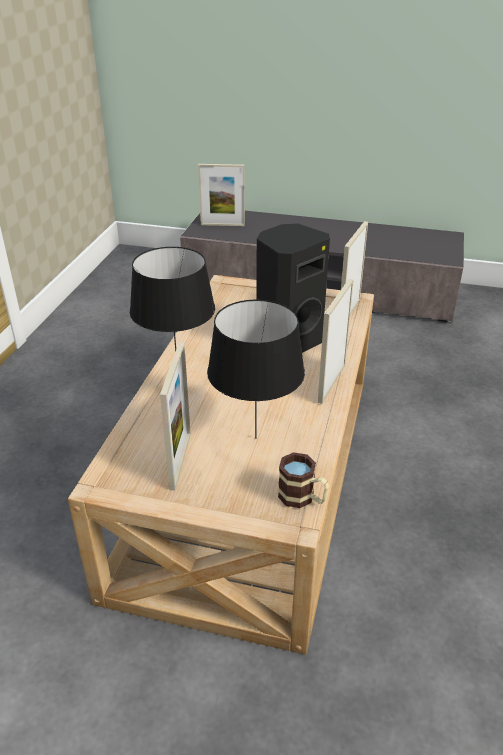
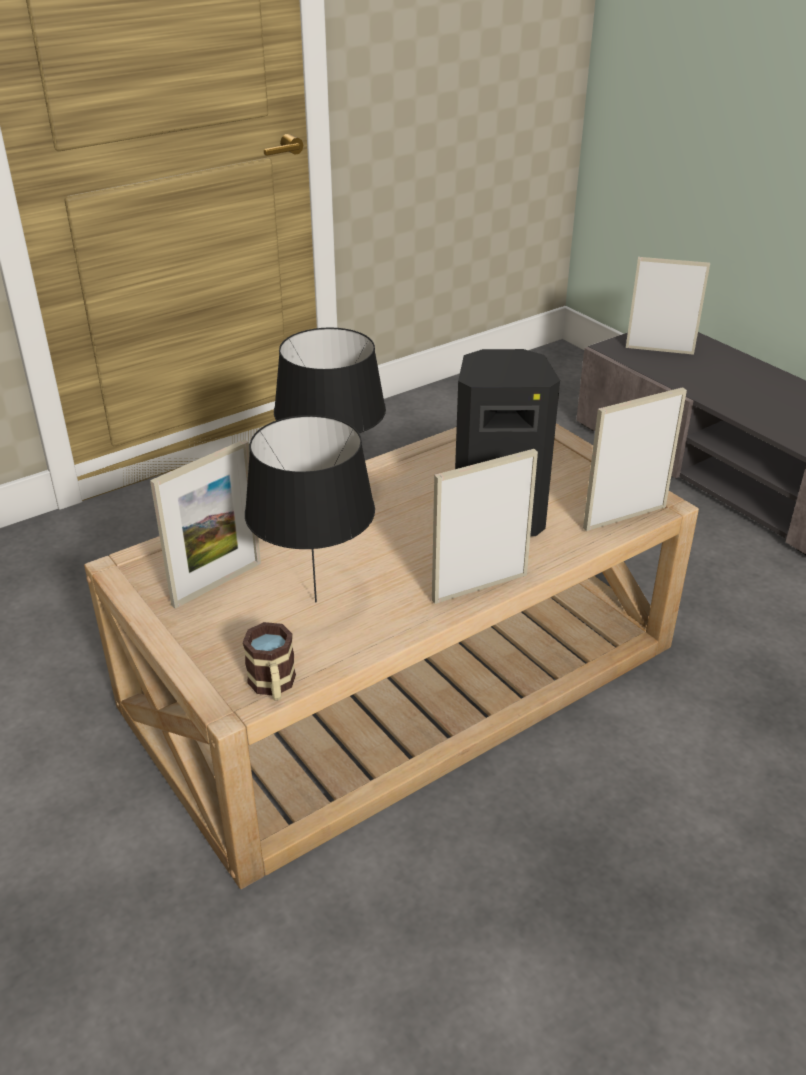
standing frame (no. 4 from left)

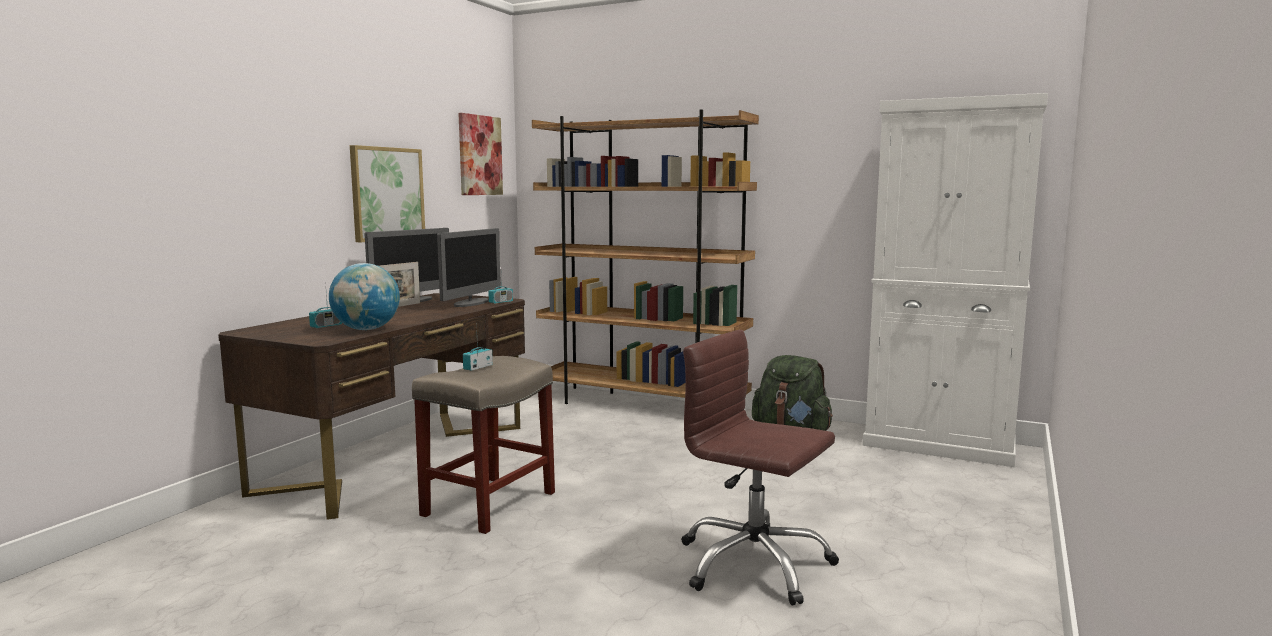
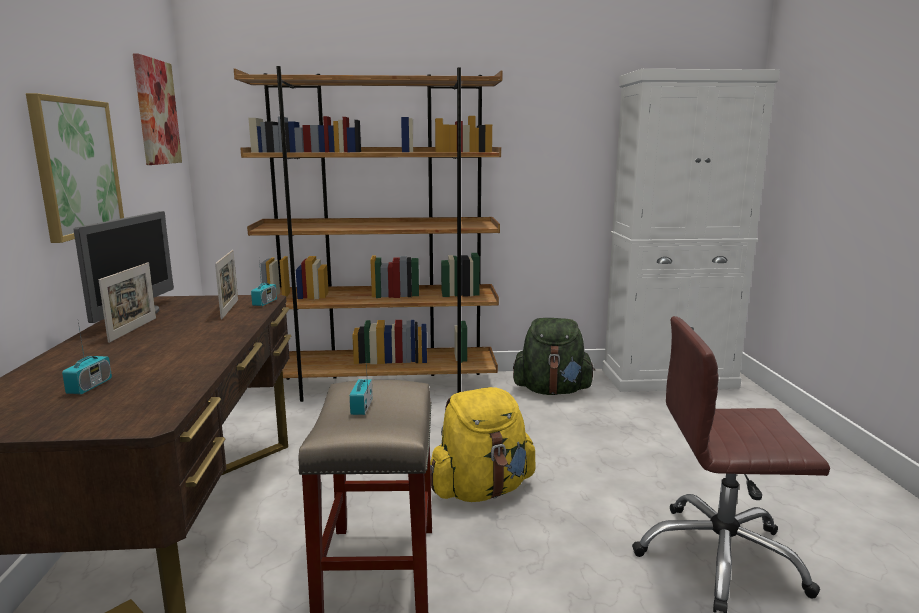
world globe
yellow-coloured backpack
standing frame (no. 2 from left)

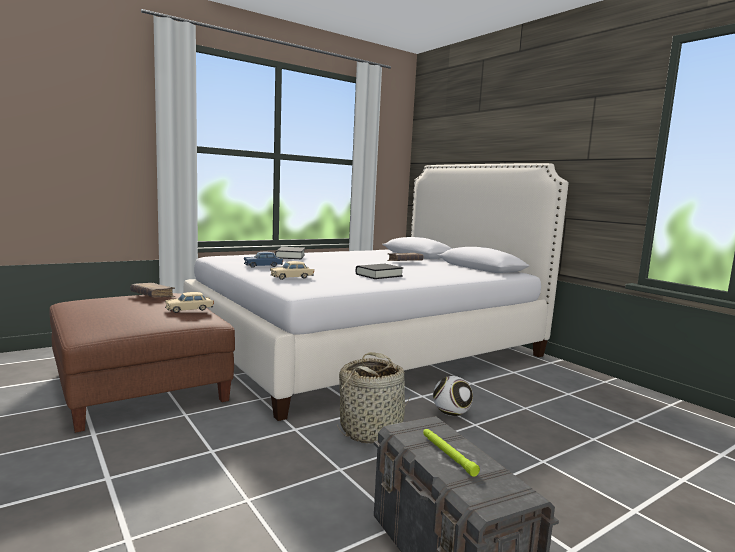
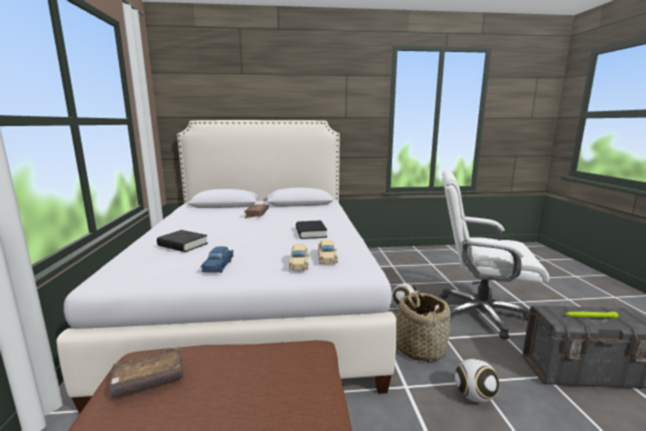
white-coloured desk chair
football (no. 2 from left)
sand-coloured toy car (no. 2 from left)

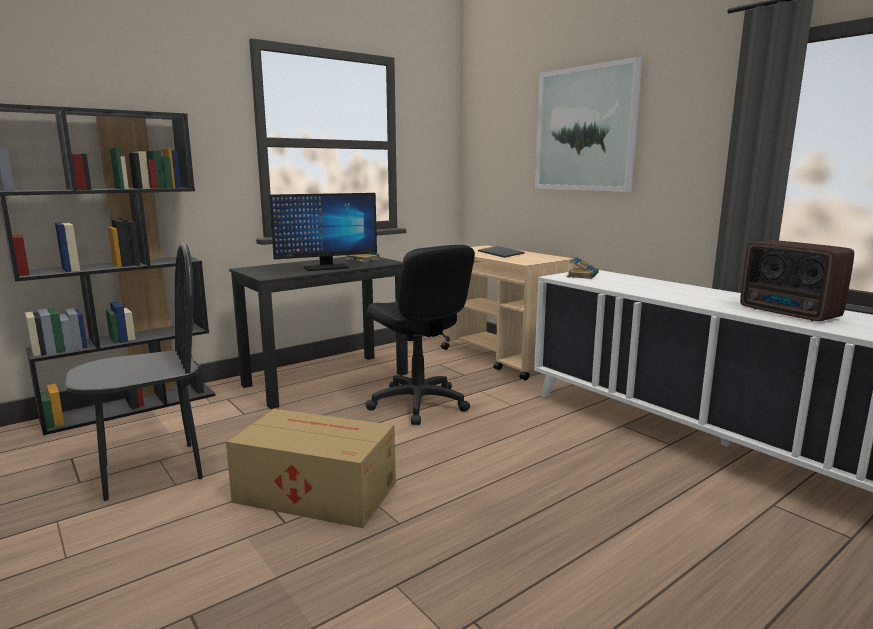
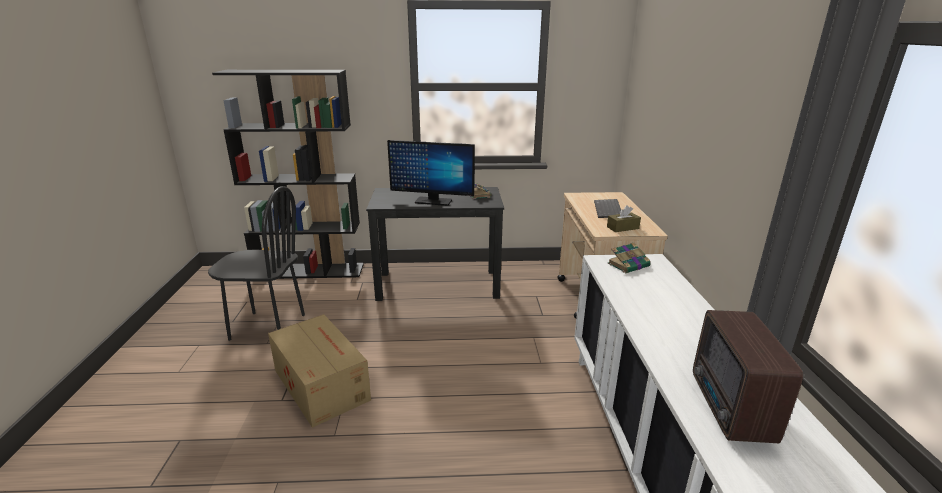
black desk chair
wall picture
brown-coloured tissue box

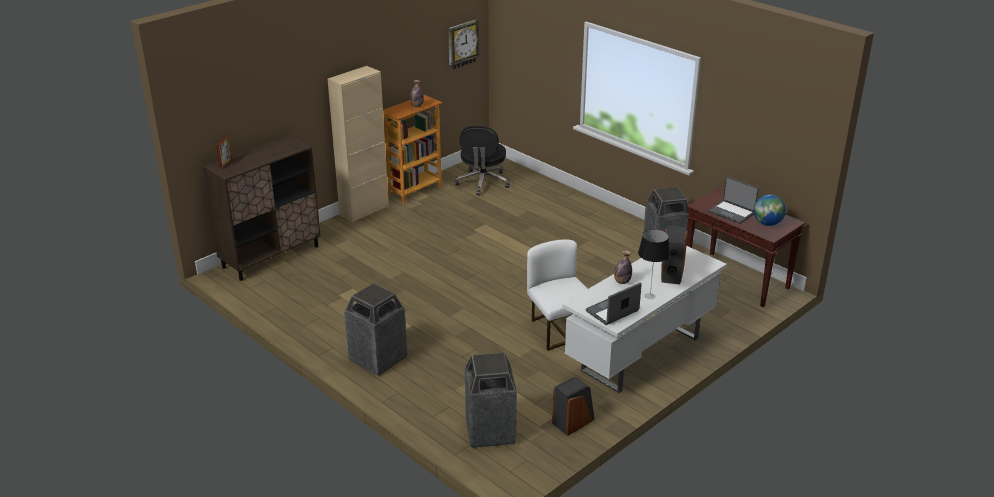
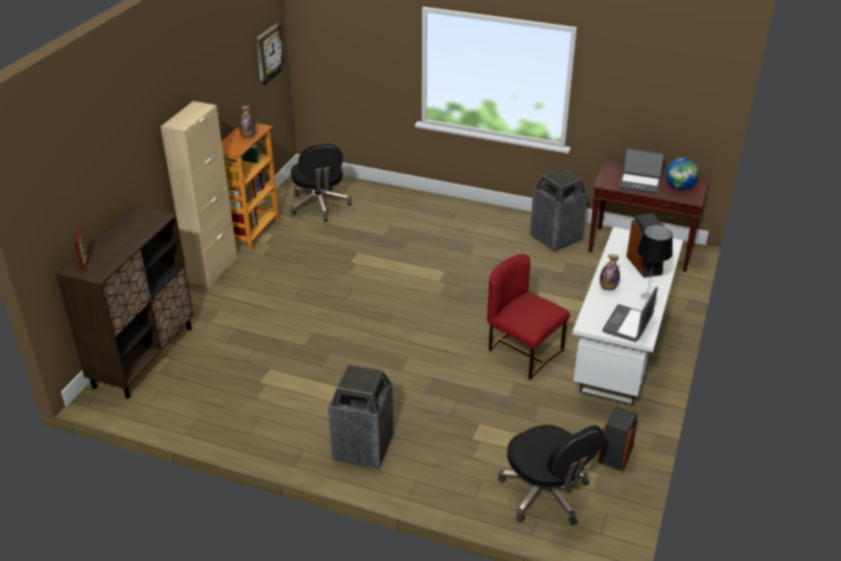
black desk chair (no. 2 from left)
reddish plain chair

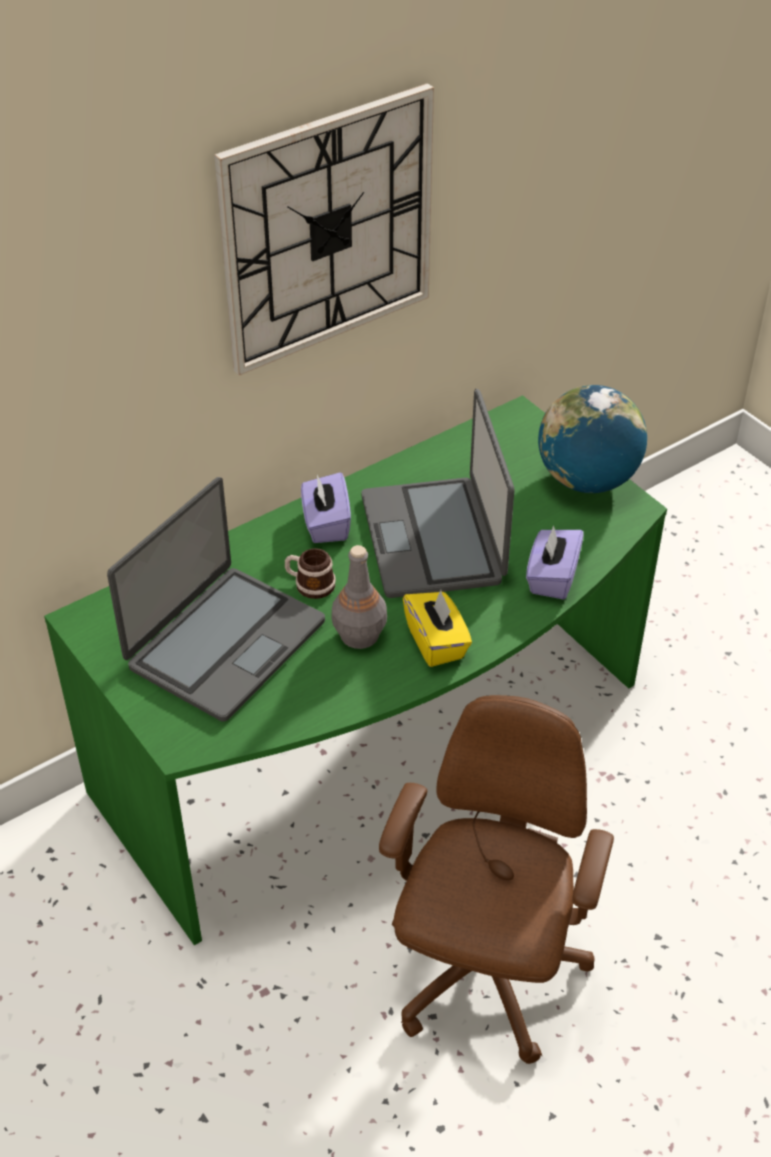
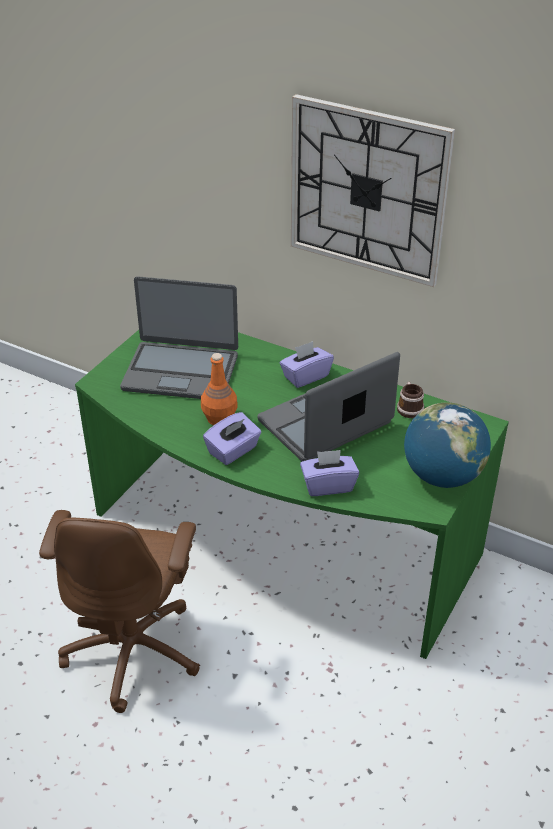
coffee mug
orange-coloured drink bottle
purple tissue box (no. 1 from left)
brown-coloured desk chair

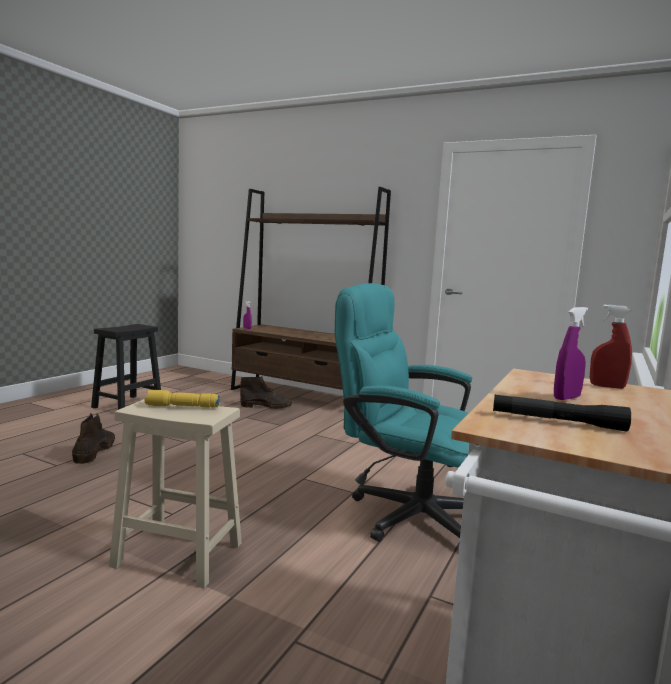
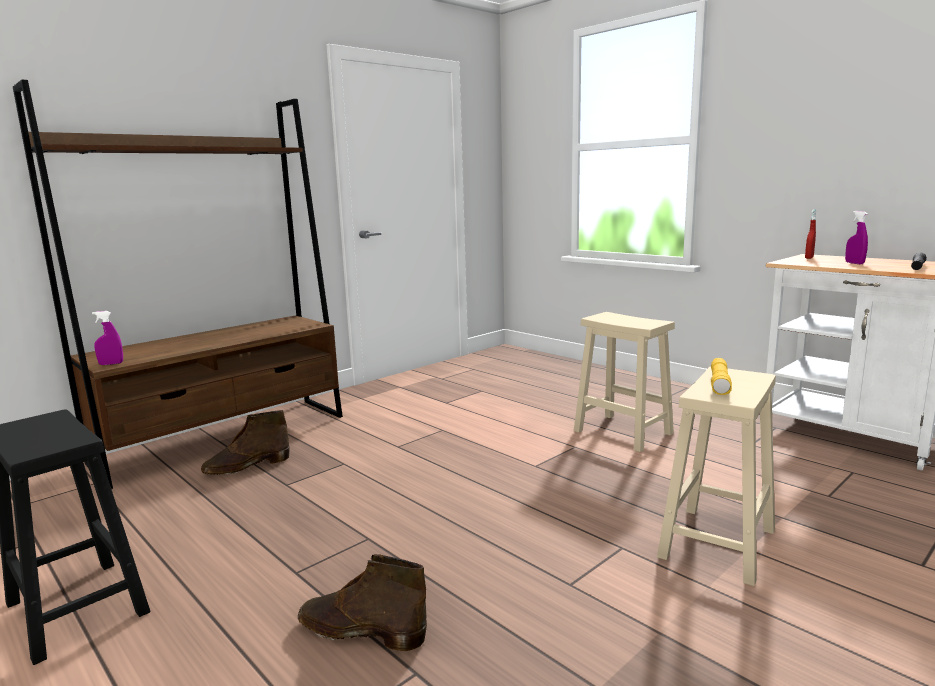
sand-coloured stool (no. 1 from left)
brown-coloured boot (no. 1 from left)

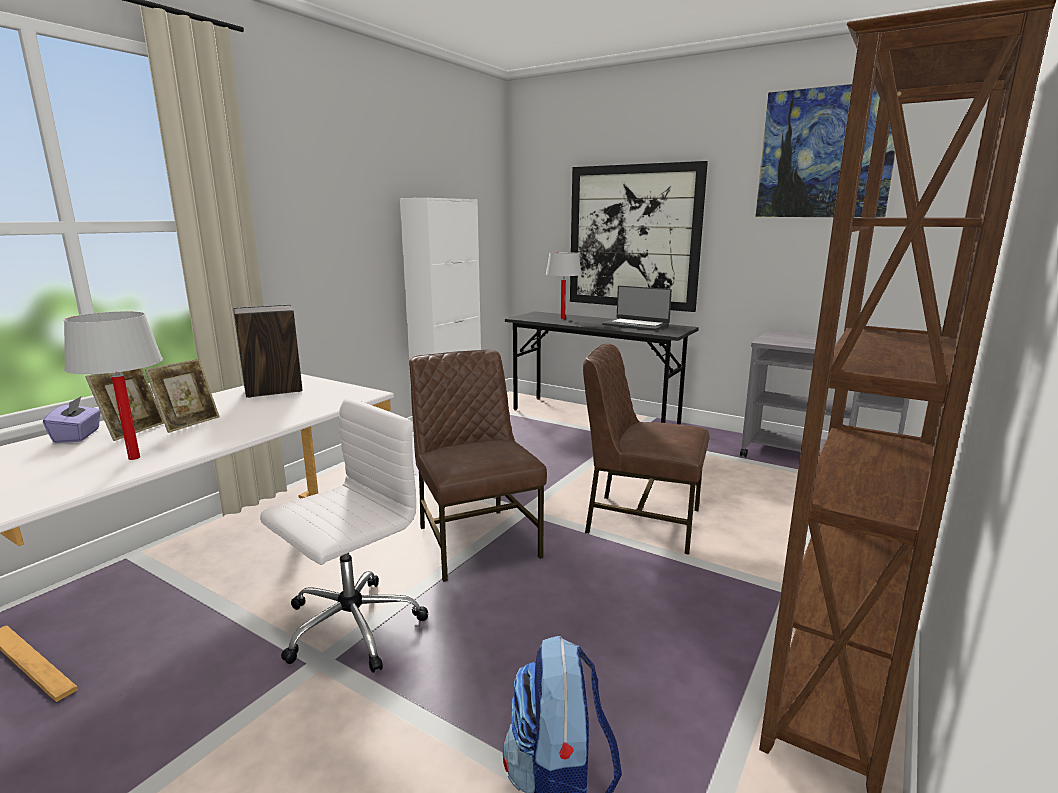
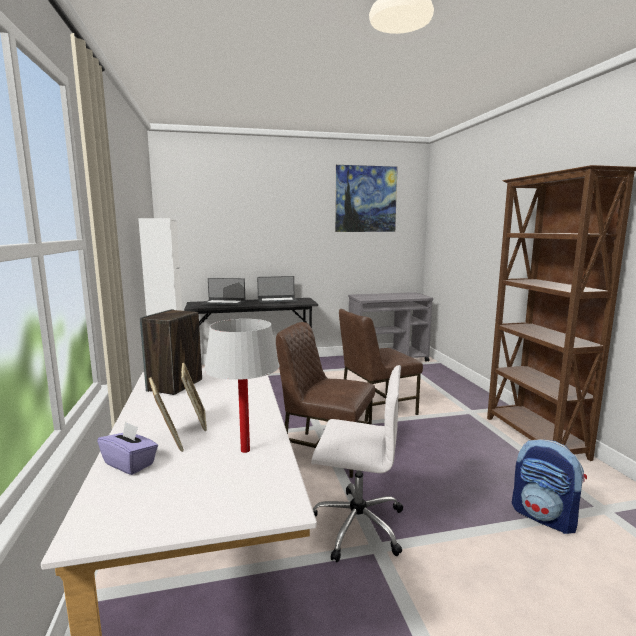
wall picture (no. 1 from left in the first image)
laptop (no. 1 from left)
white-coloured desk chair

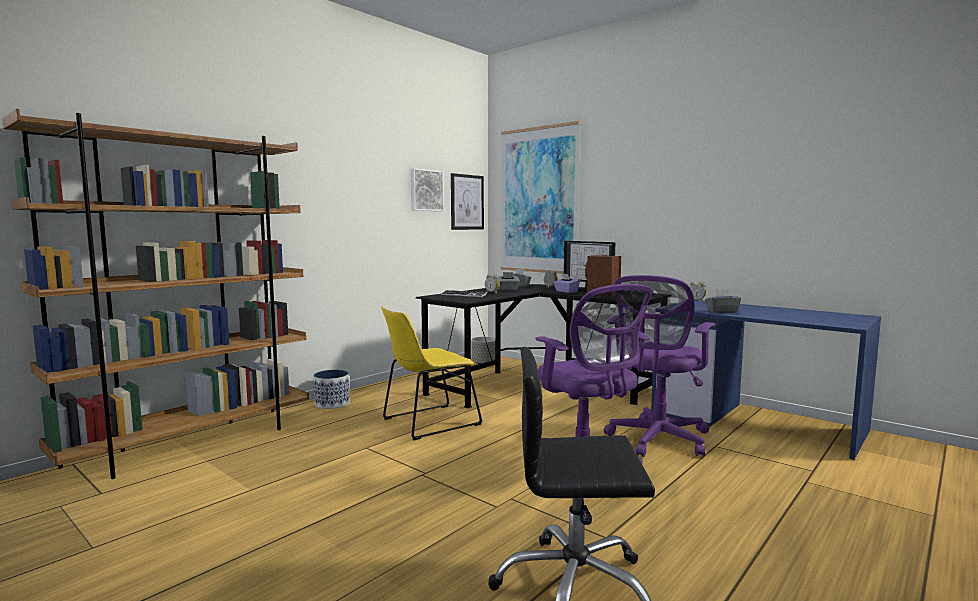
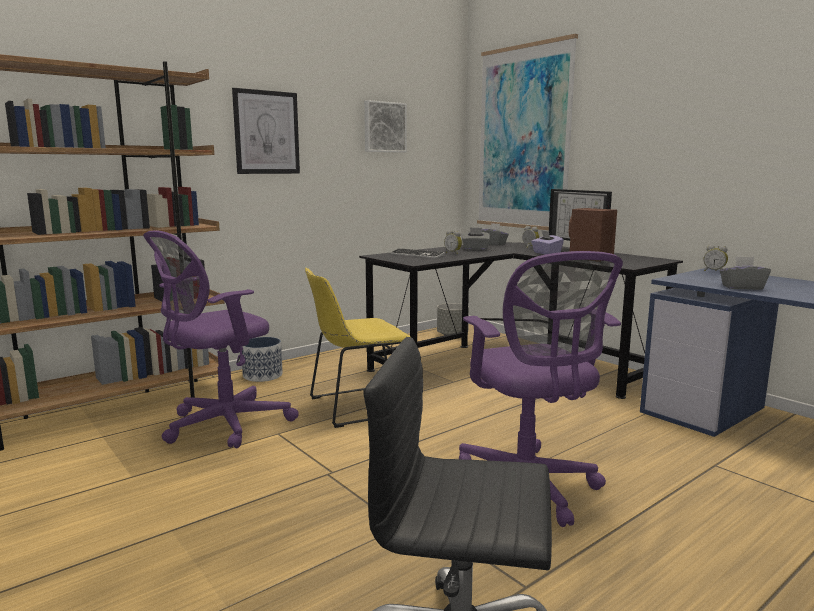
wall picture (no. 1 from left)
purple desk chair (no. 1 from left)

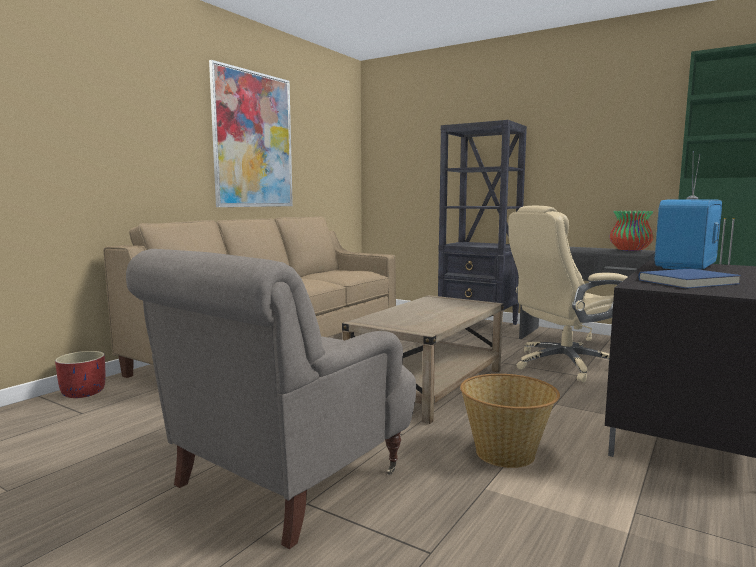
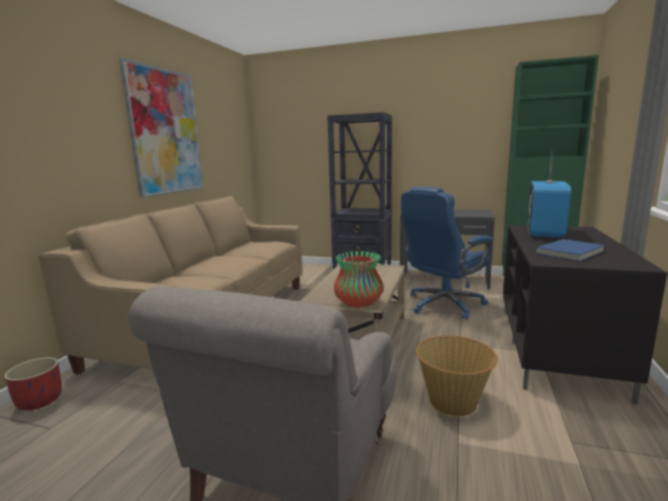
vase
blue desk chair

